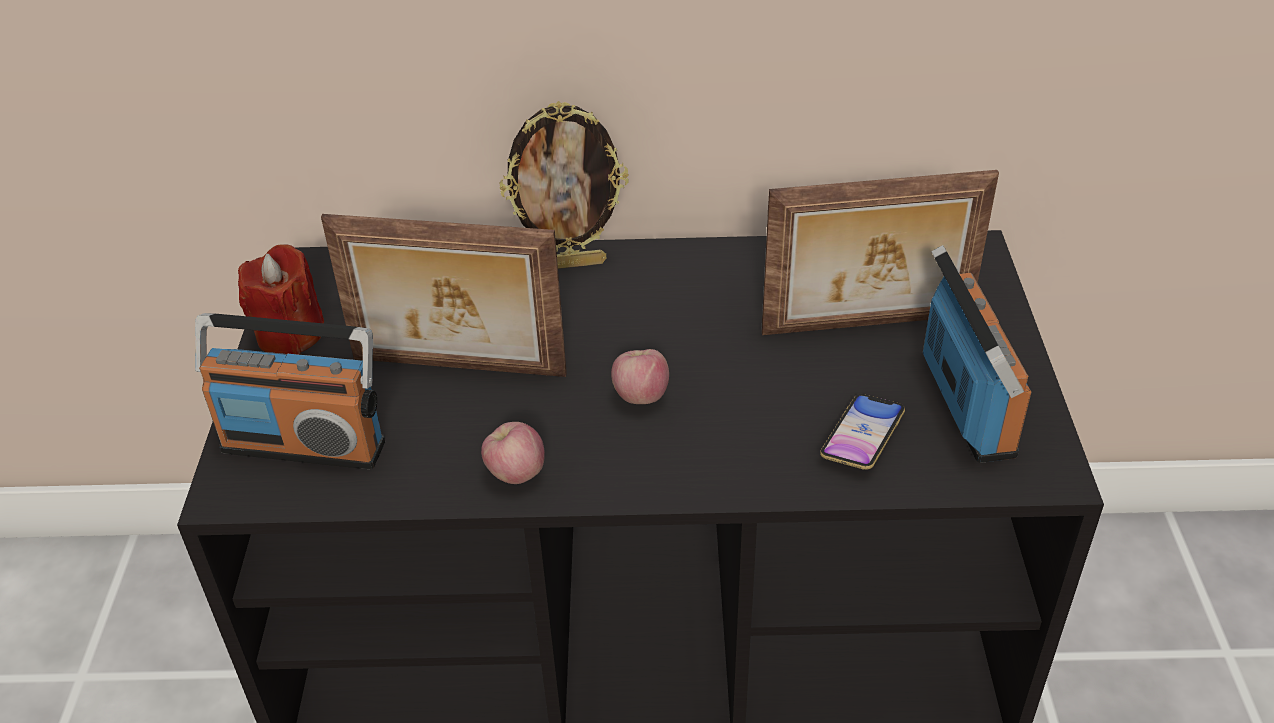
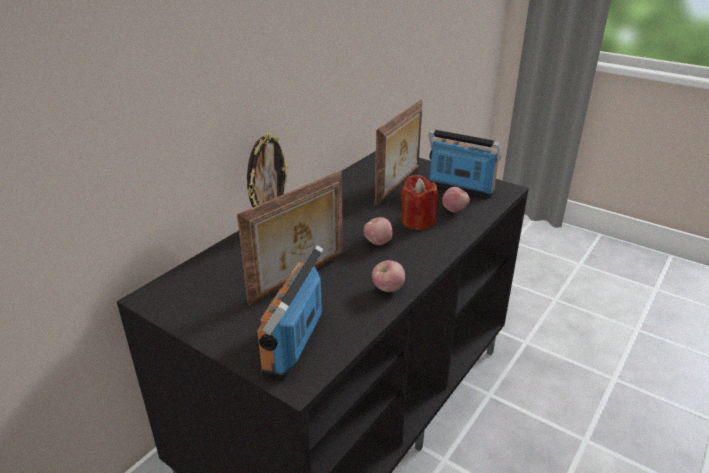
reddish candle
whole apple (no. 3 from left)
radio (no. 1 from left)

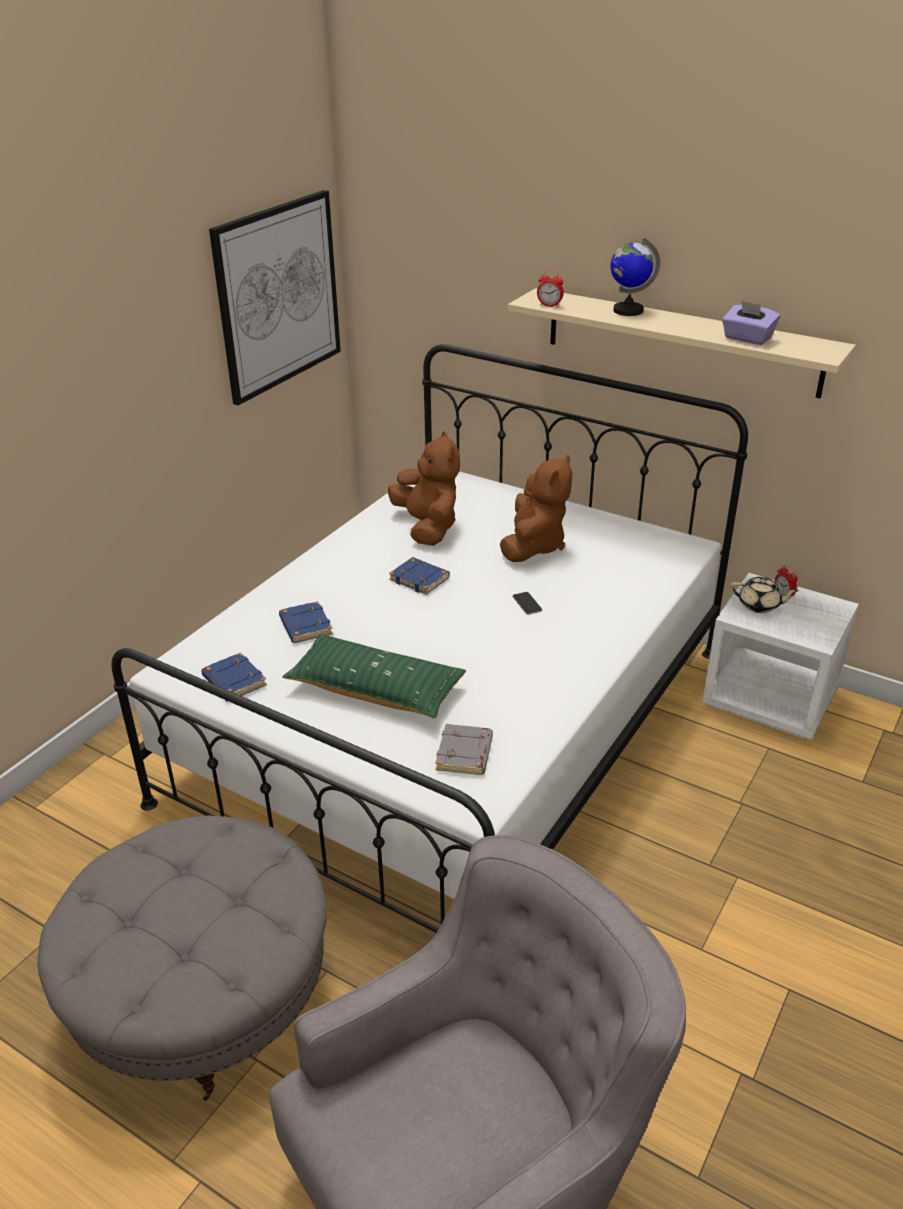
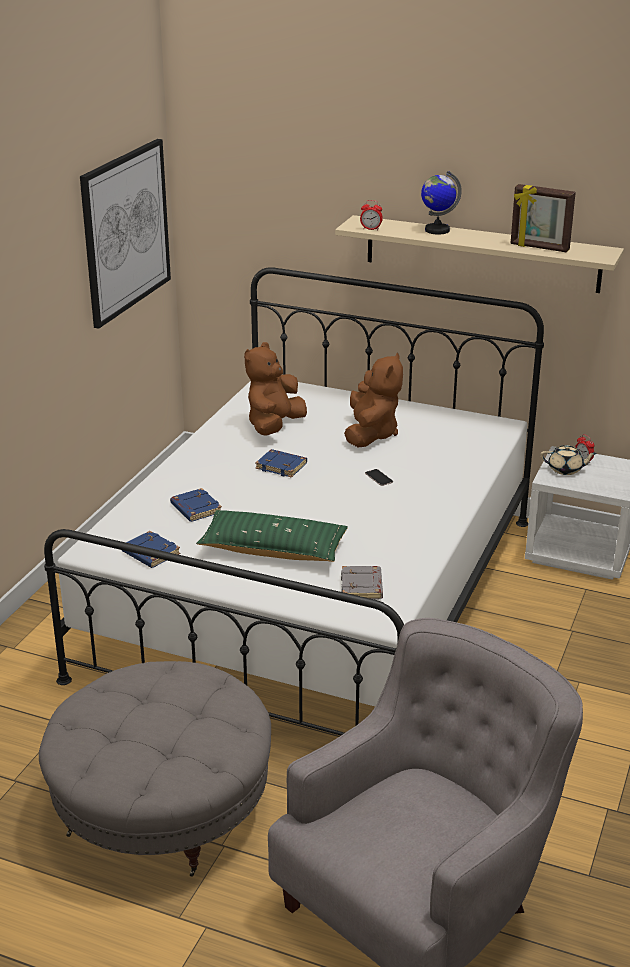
standing frame
brown-coloured soft toy (no. 1 from left)

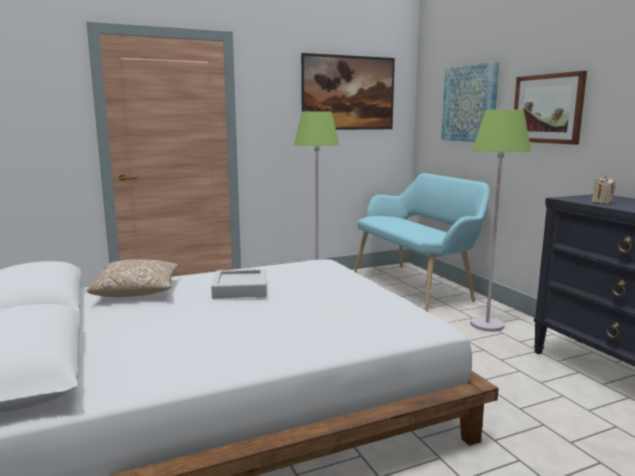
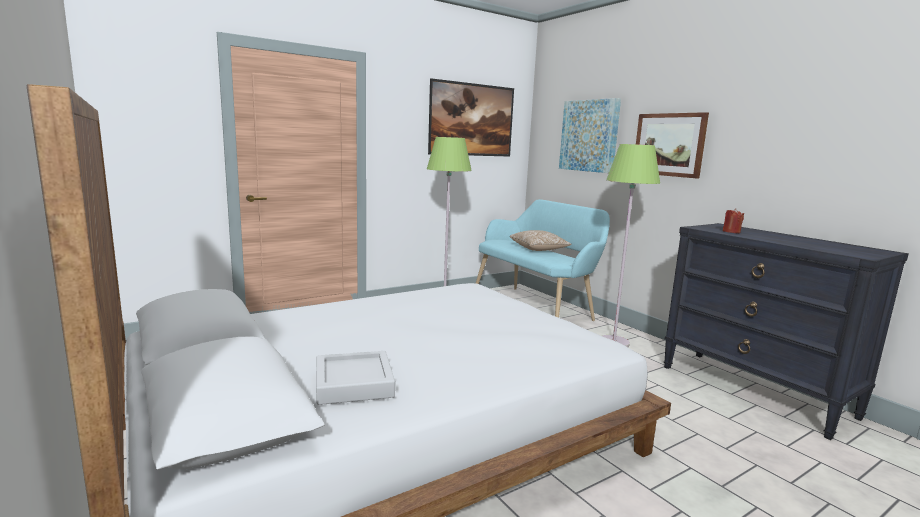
throw pillow
gray serving tray
reddish candle

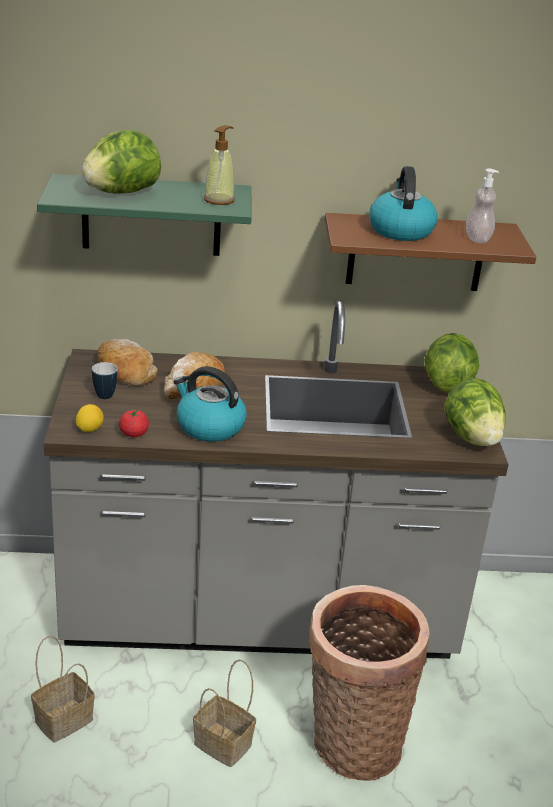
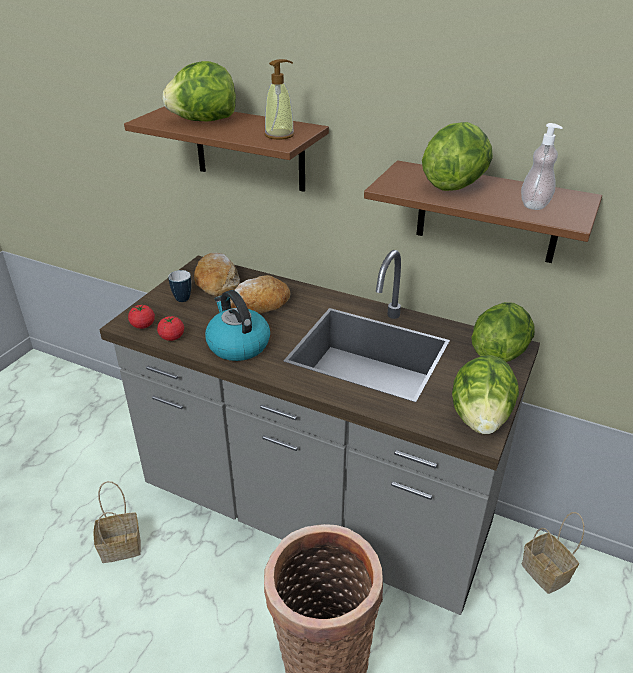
storage basket (no. 3 from left)
whole tomato (no. 1 from left)
lettuce (no. 2 from left)
brown-coloured wall shelf (no. 1 from left)

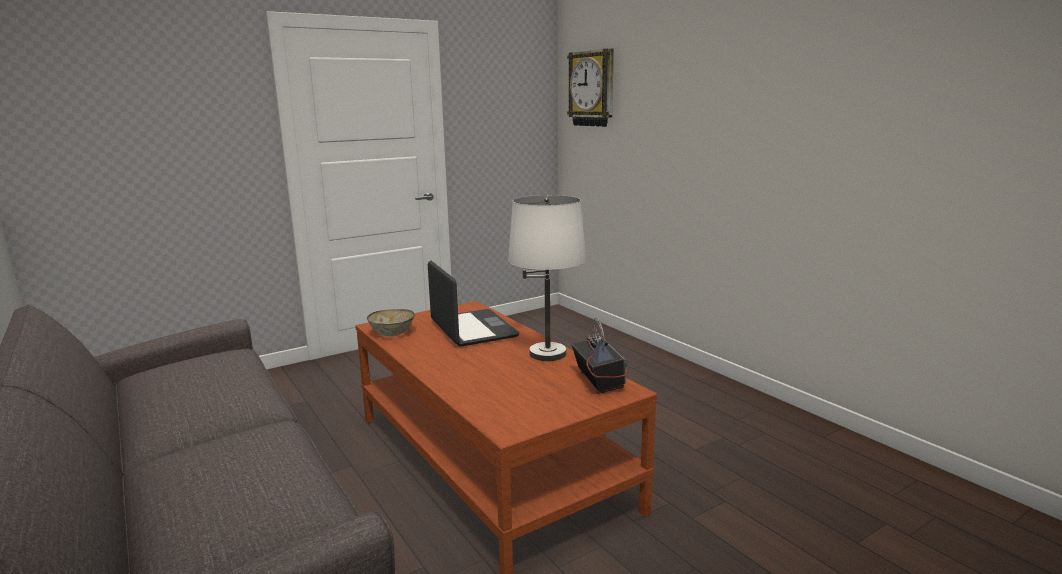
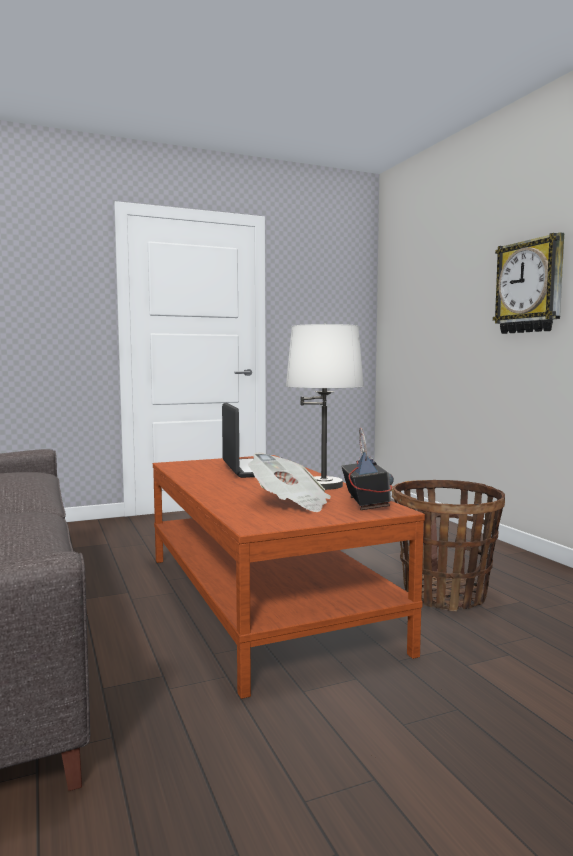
serving bowl
newspaper
storage basket
hanging clock

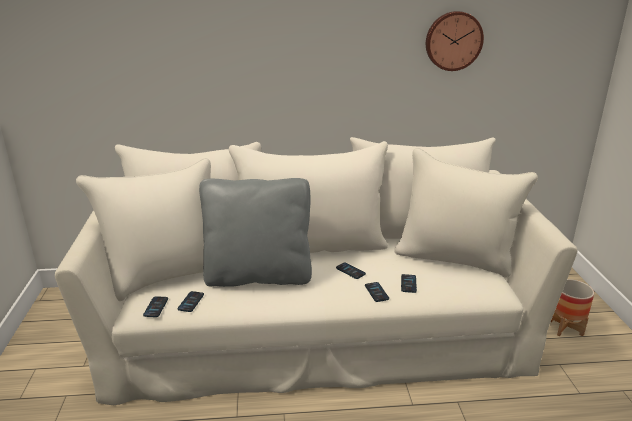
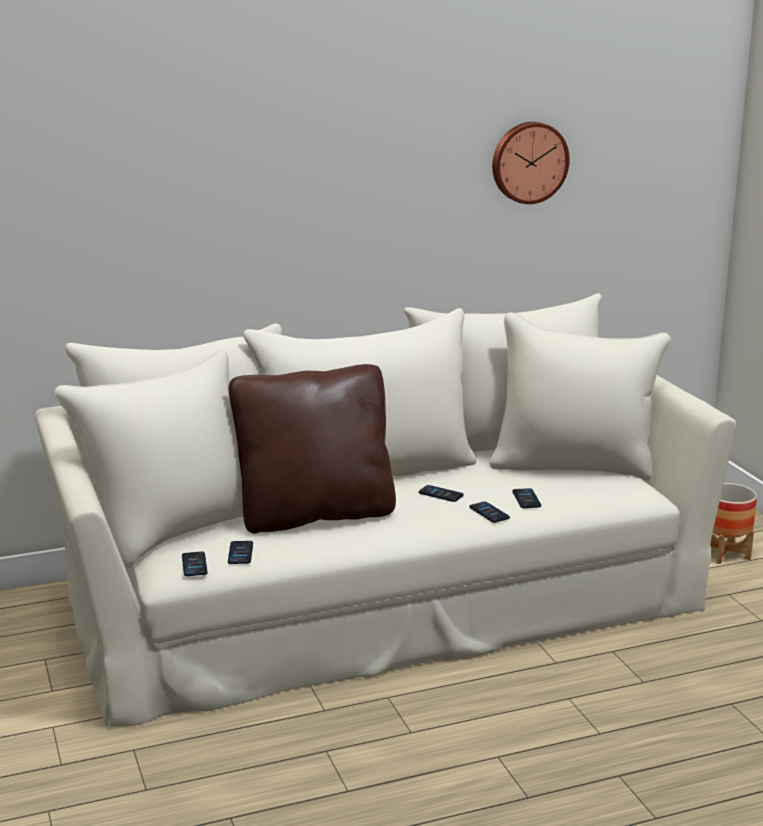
brown-coloured throw pillow

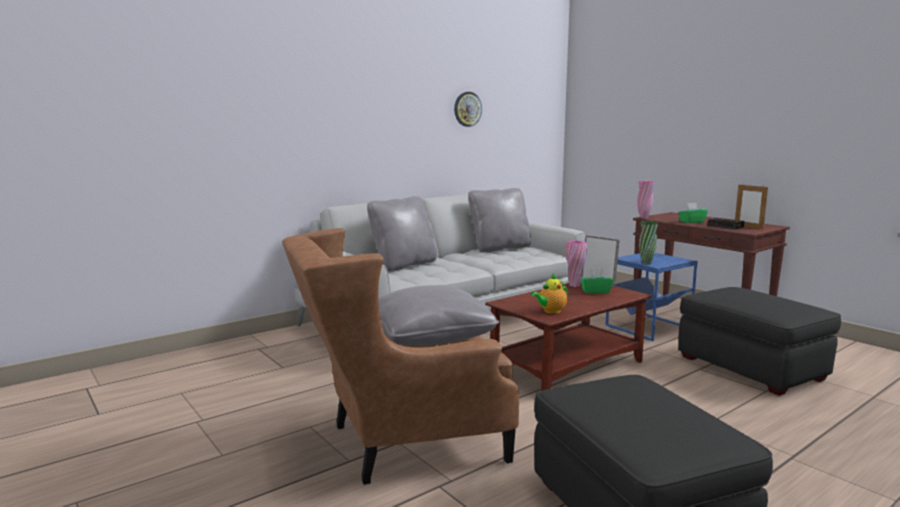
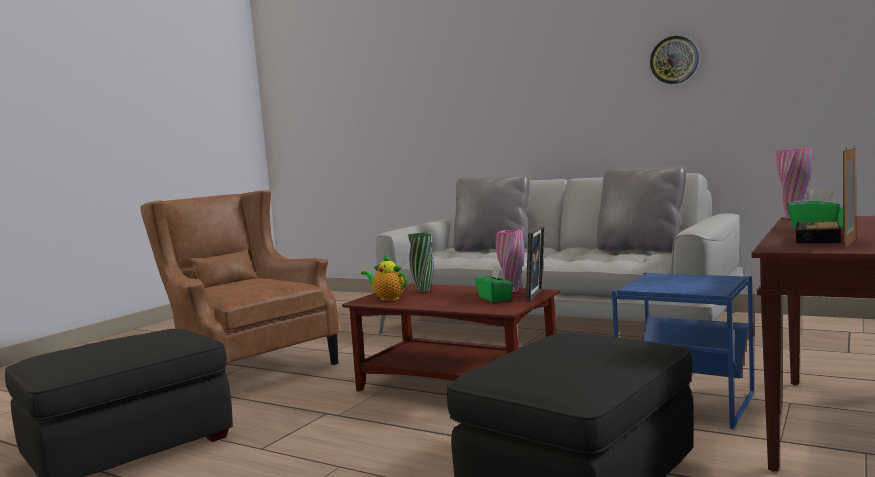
gray throw pillow (no. 2 from left in the first image)
green-coloured vase

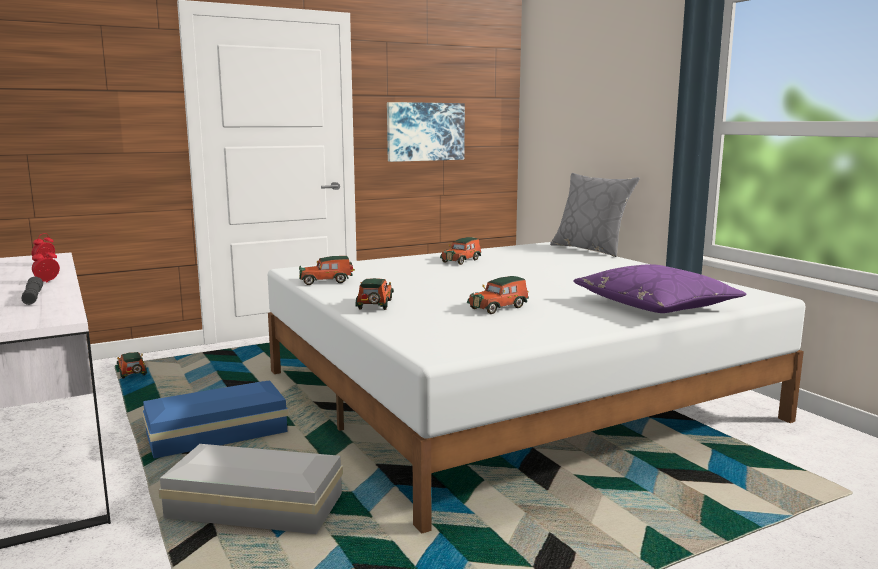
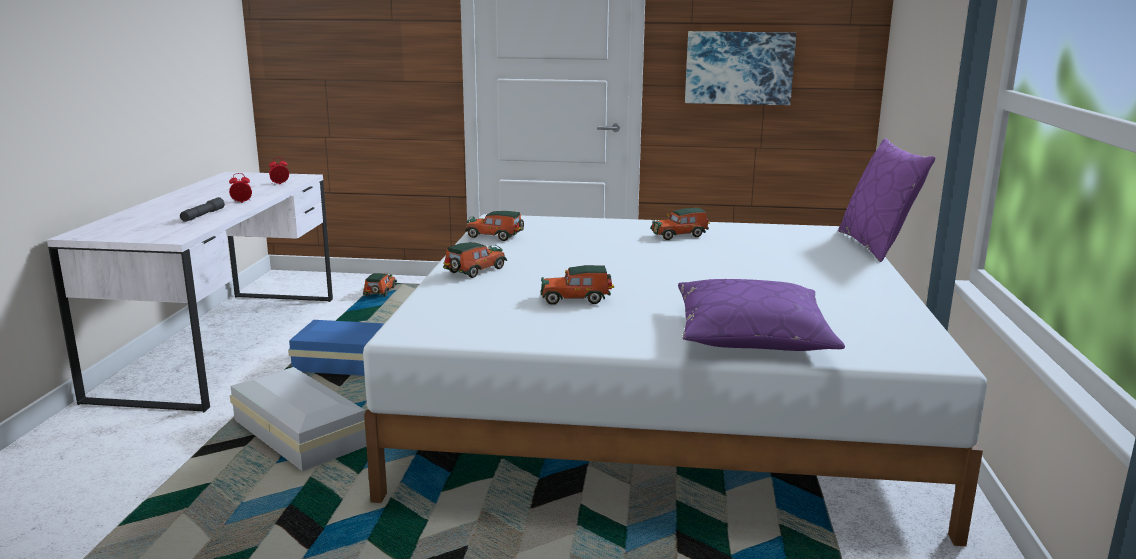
purple throw pillow (no. 2 from left)

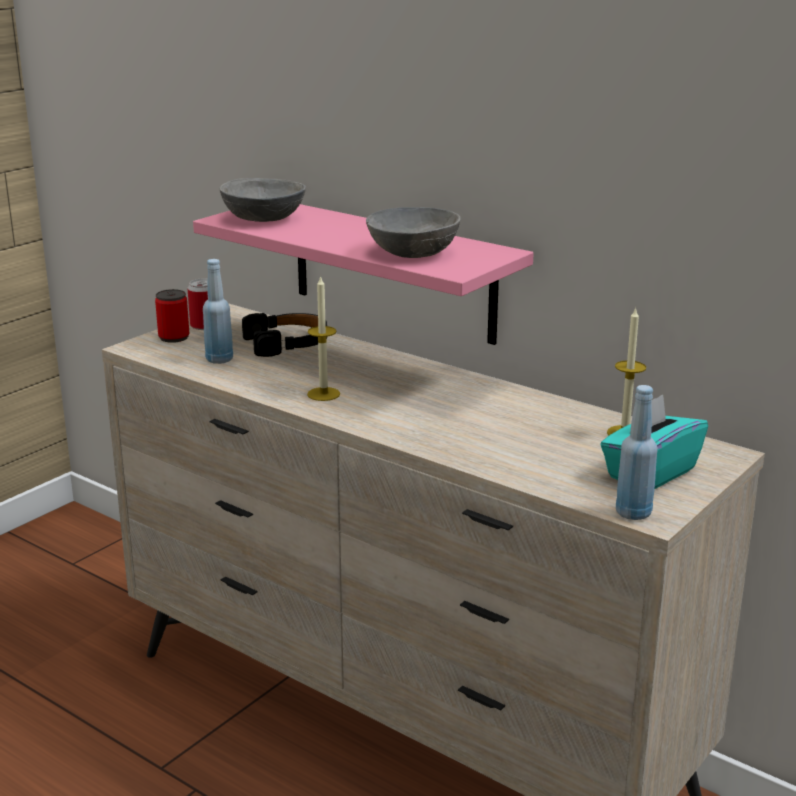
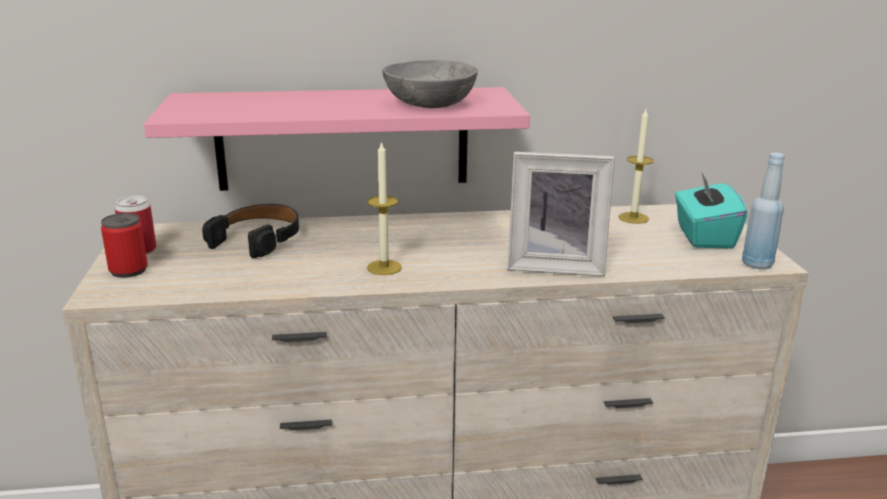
blue drink bottle (no. 1 from left in the first image)
gray serving bowl (no. 1 from left in the first image)
standing frame

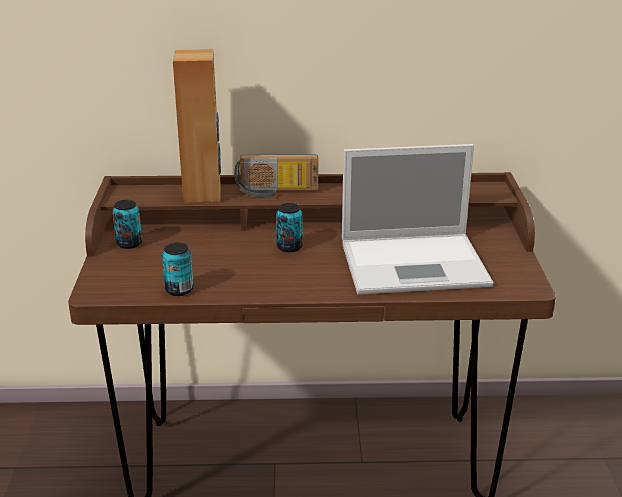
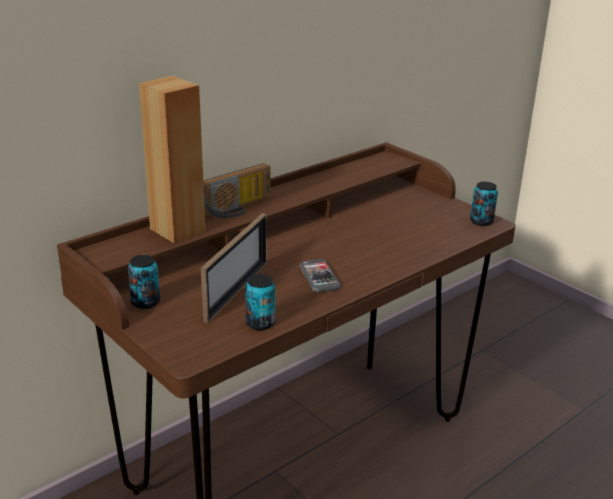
laptop
standing frame
phone
sealed can (no. 3 from left)

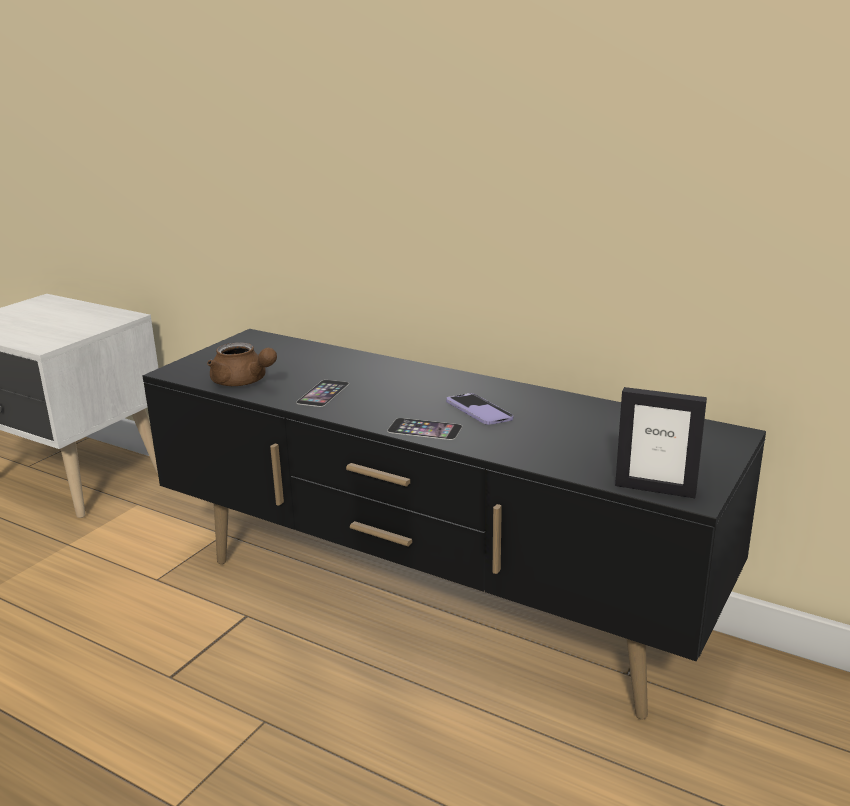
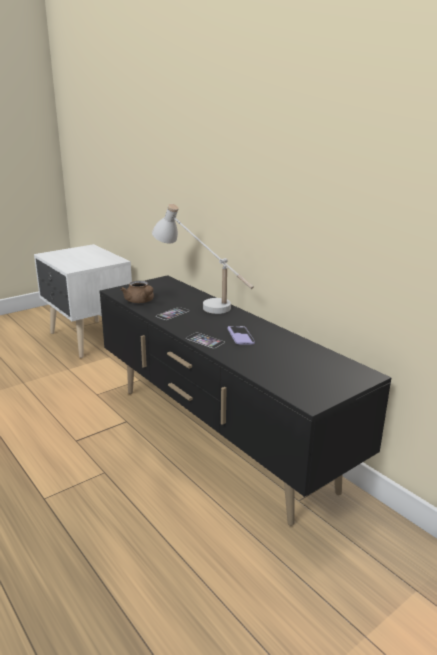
standing frame
white-coloured lamp for a table

